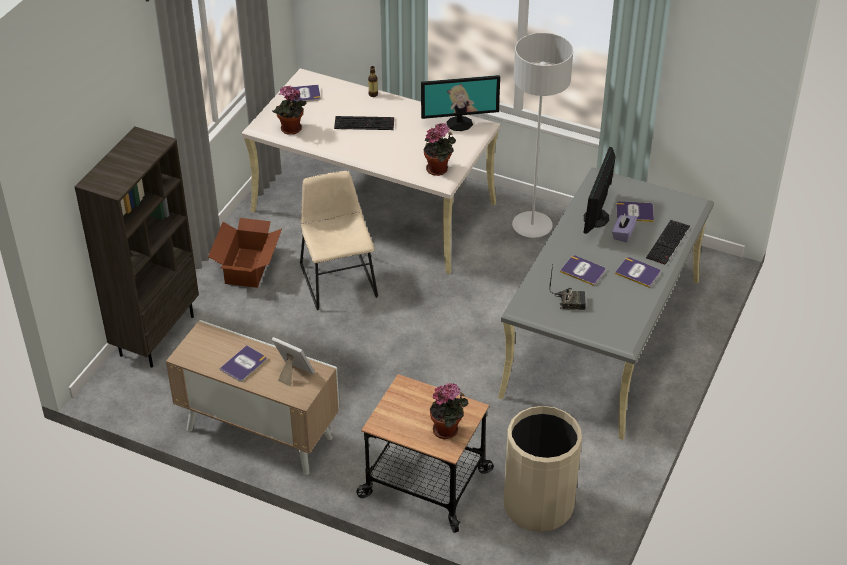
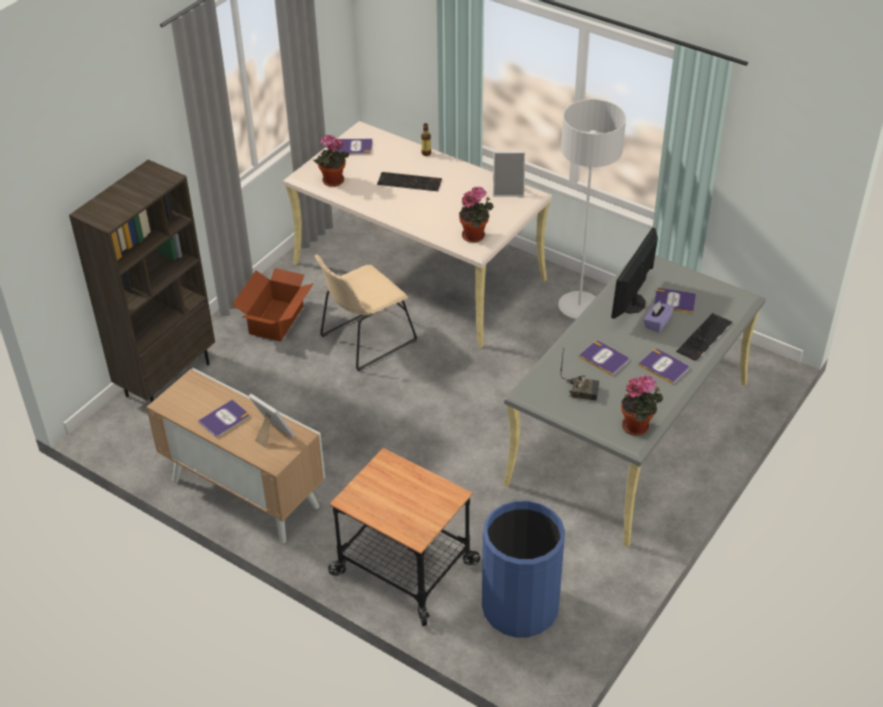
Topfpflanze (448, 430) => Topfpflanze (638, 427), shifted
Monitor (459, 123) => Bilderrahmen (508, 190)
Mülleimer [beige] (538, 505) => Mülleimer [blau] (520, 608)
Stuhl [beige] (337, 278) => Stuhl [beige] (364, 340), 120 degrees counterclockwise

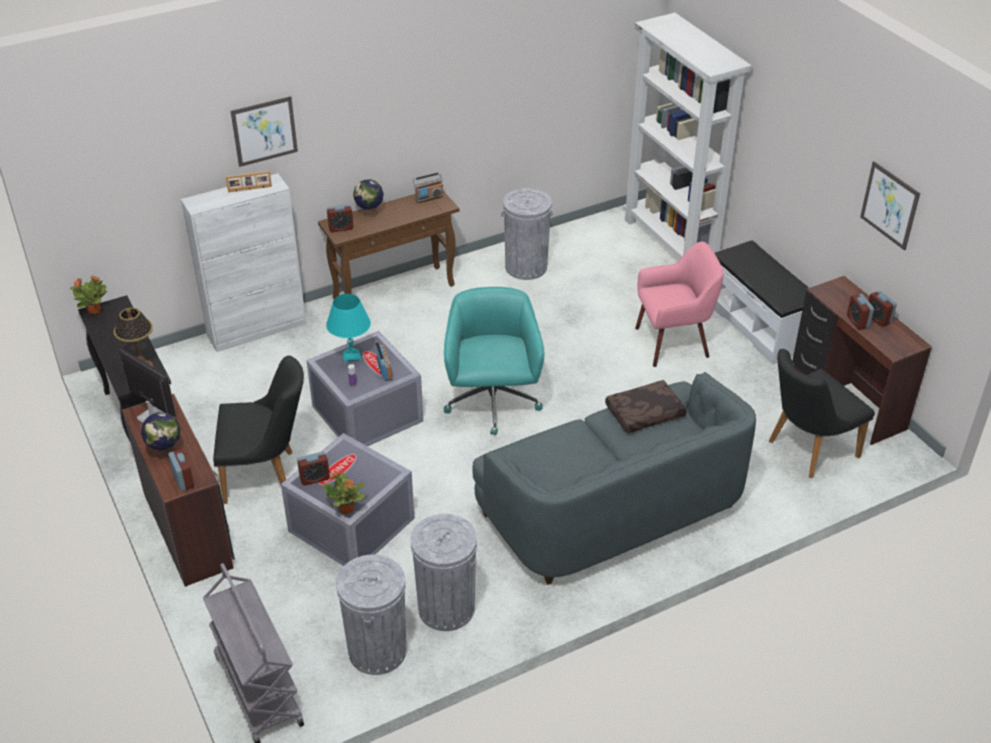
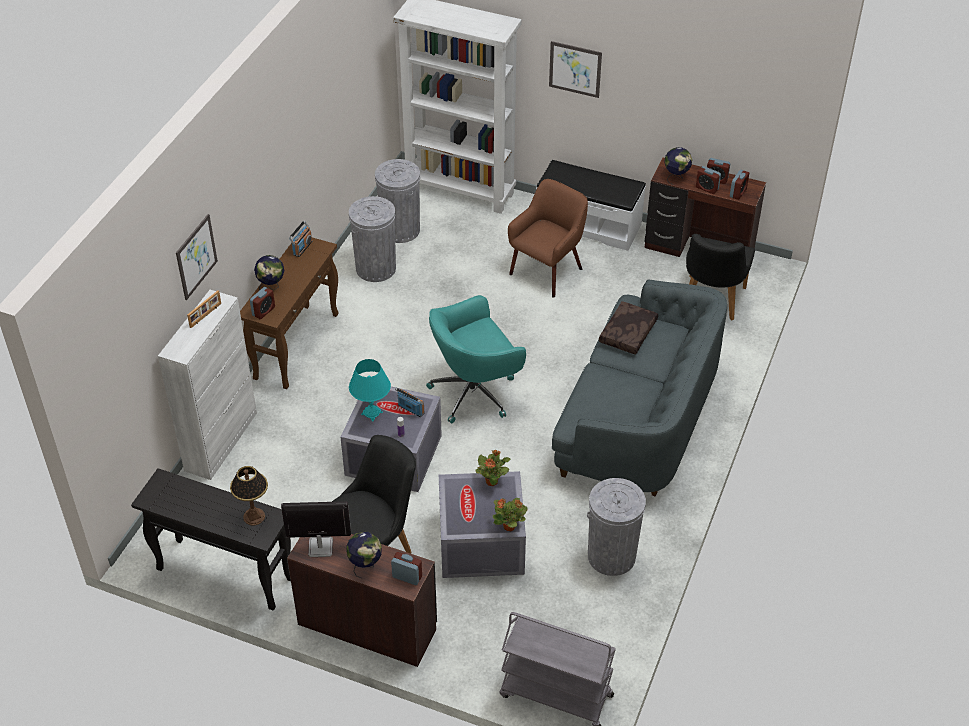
nothing => Globus (676, 177)
Topfpflanze (95, 310) => Topfpflanze (492, 481), shifted
Wecker (314, 478) => Wecker (738, 193), shifted
Mülleimer [grau] (377, 650) => Mülleimer [grau] (400, 230), shifted
Bild (889, 205) => Bild (575, 69), shifted
Sessel [rosa] (673, 343) => Sessel [braun] (547, 271)
Bürostuhl [türkis] (492, 404) => Bürostuhl [türkis] (475, 392), 75 degrees counterclockwise

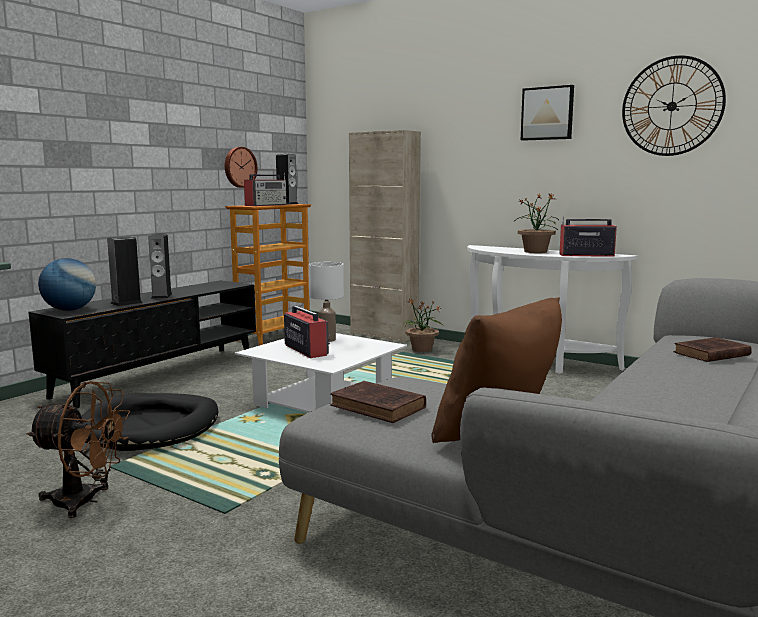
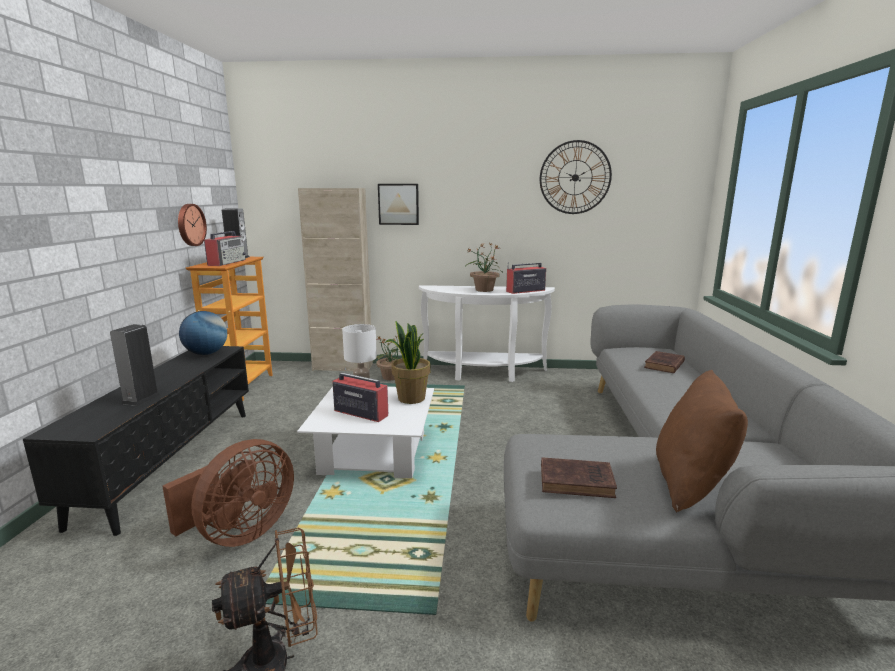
Lautsprecher (162, 296) => nothing
nothing => Topfpflanze (410, 398)
Globus (69, 310) => Globus (206, 353), shifted
Bild (547, 113) => Bild (398, 204), shifted
Hundebett [schwarz] (151, 427) => Ventilator [braun] (240, 533)

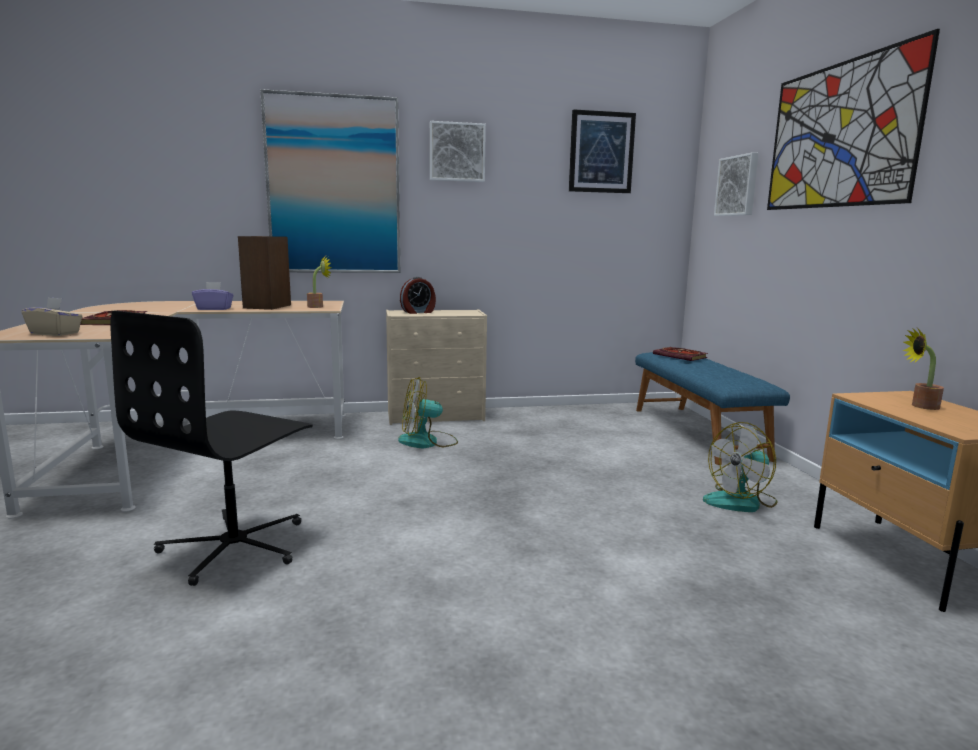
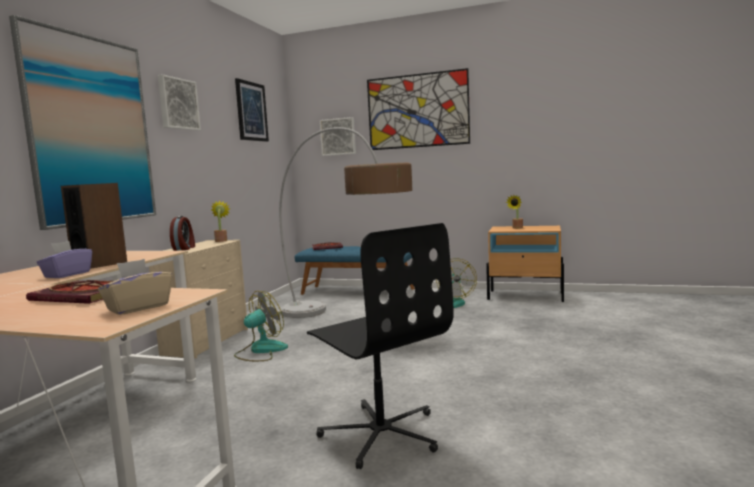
nothing => Stehlampe (349, 320)
Topfpflanze (318, 306) => Topfpflanze (221, 240), shifted
Ventilator (427, 442) => Ventilator (261, 351), 150 degrees counterclockwise

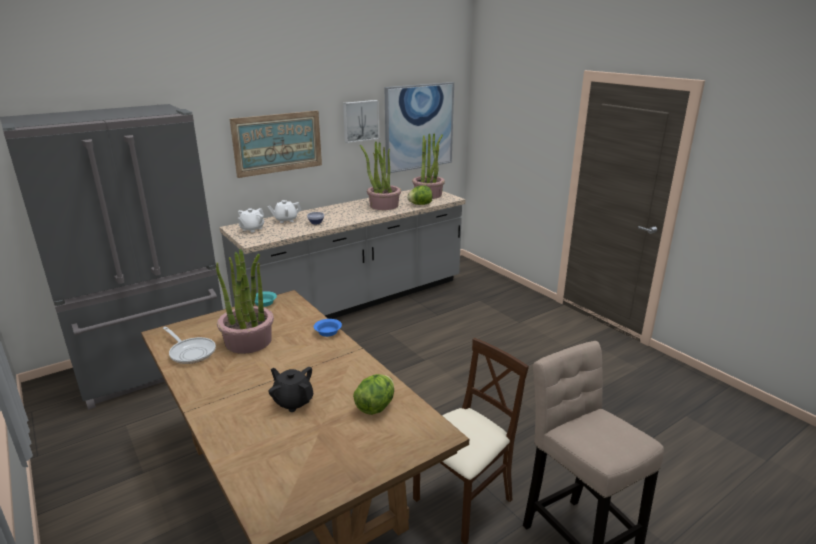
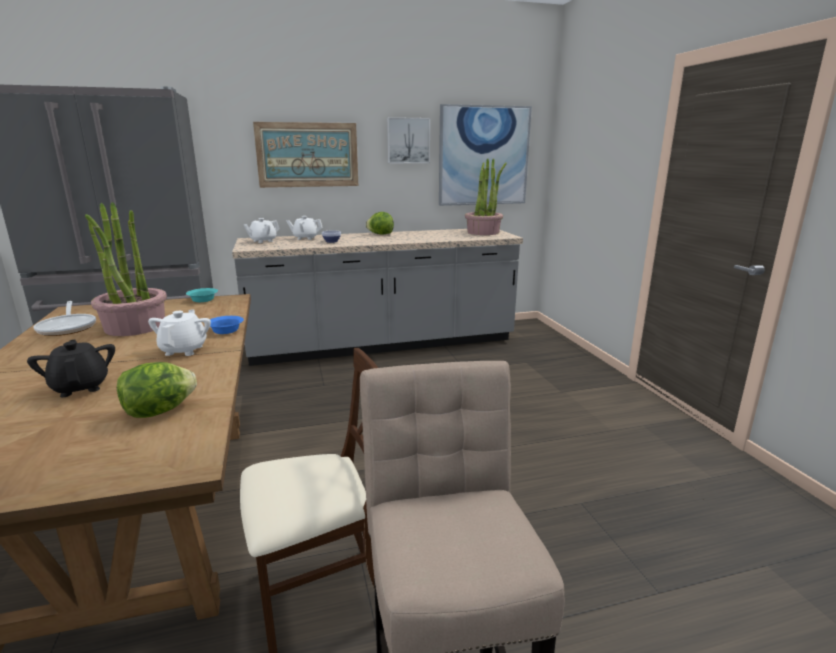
Topfpflanze (383, 205) => nothing
nothing => Teekanne [weiß] (184, 350)
Salatkopf (420, 204) => Salatkopf (380, 234), shifted

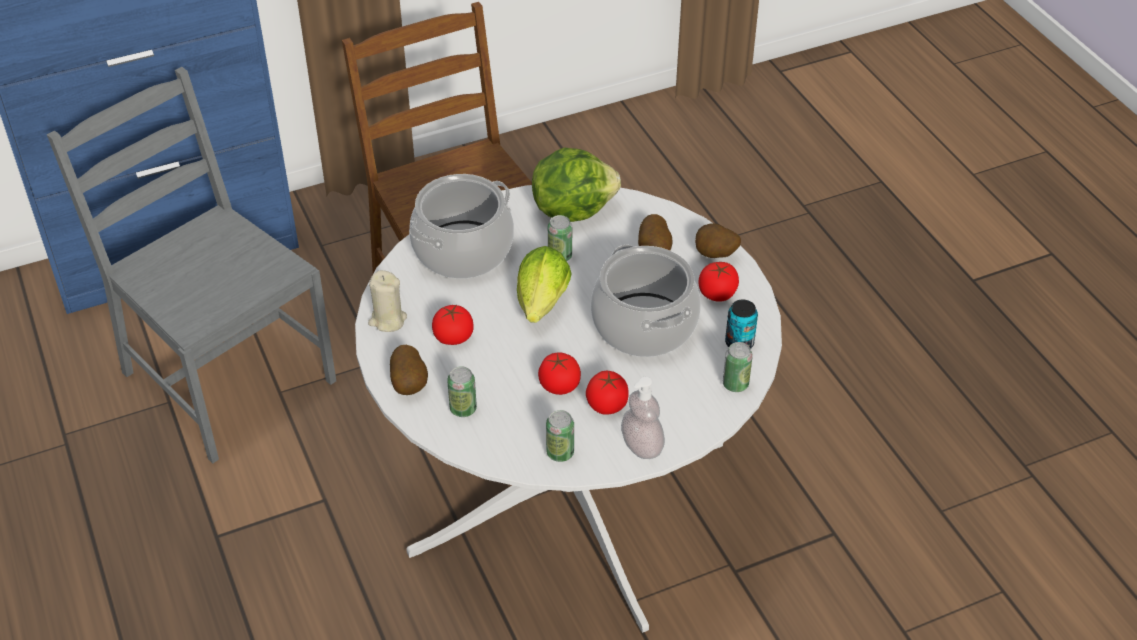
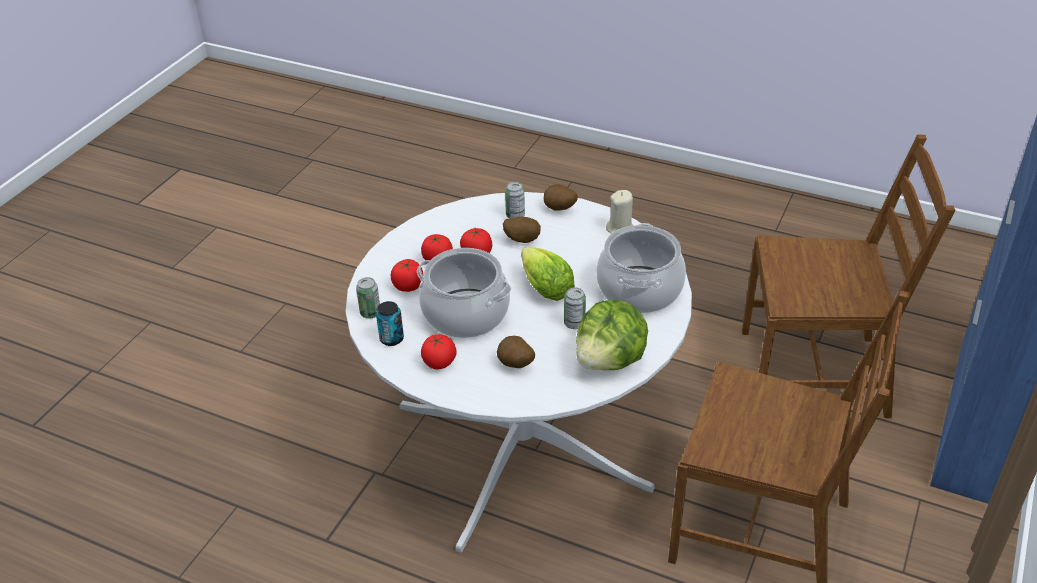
Dose (560, 453) => nothing
Seifenspender (642, 446) => nothing
Tomate (453, 337) => Tomate (408, 286), shifted
Kartoffel (715, 256) => Kartoffel (522, 240), shifted
Stuhl [grau] (225, 377) => Stuhl [braun] (815, 373)

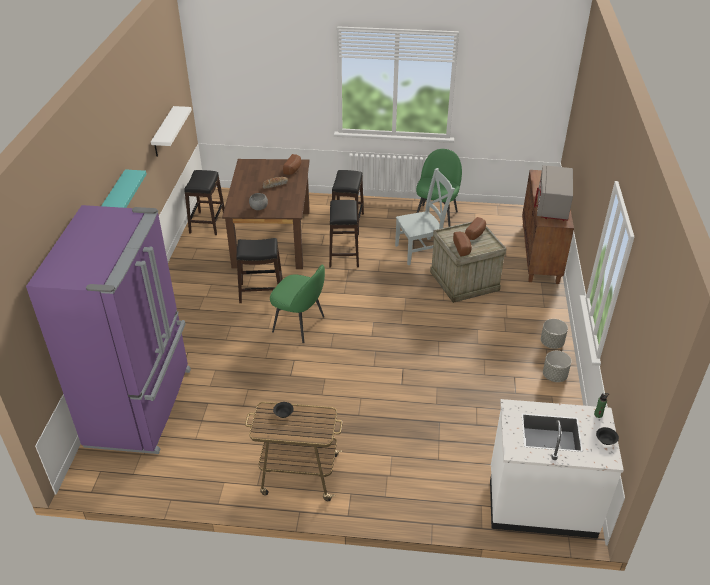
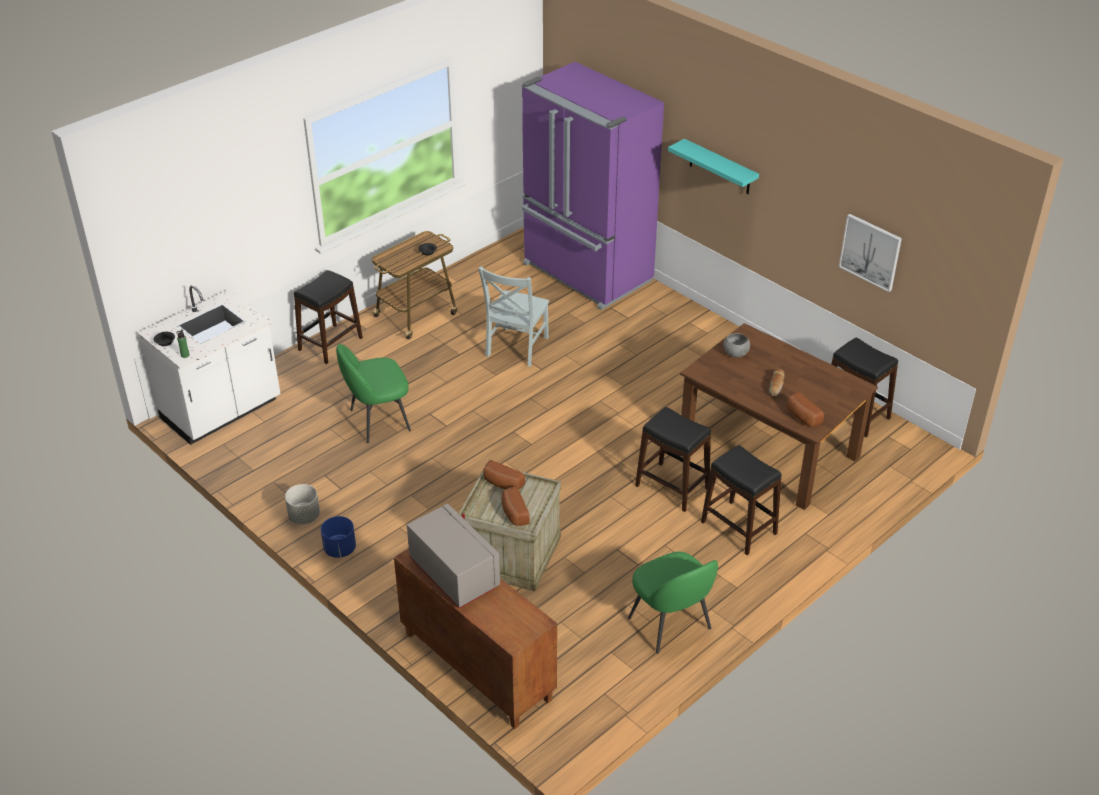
Hocker [schwarz] (261, 292) => Hocker [schwarz] (330, 344), shifted
Stuhl [grün] (300, 324) => Stuhl [grün] (378, 421), shifted
Stuhl [grau] (421, 251) => Stuhl [grau] (516, 348), shifted
Wandregal [weiß] (163, 132) => Bild (870, 252)
Pflanzkübel [grau] (552, 343) => Pflanzkübel [blau] (339, 549)

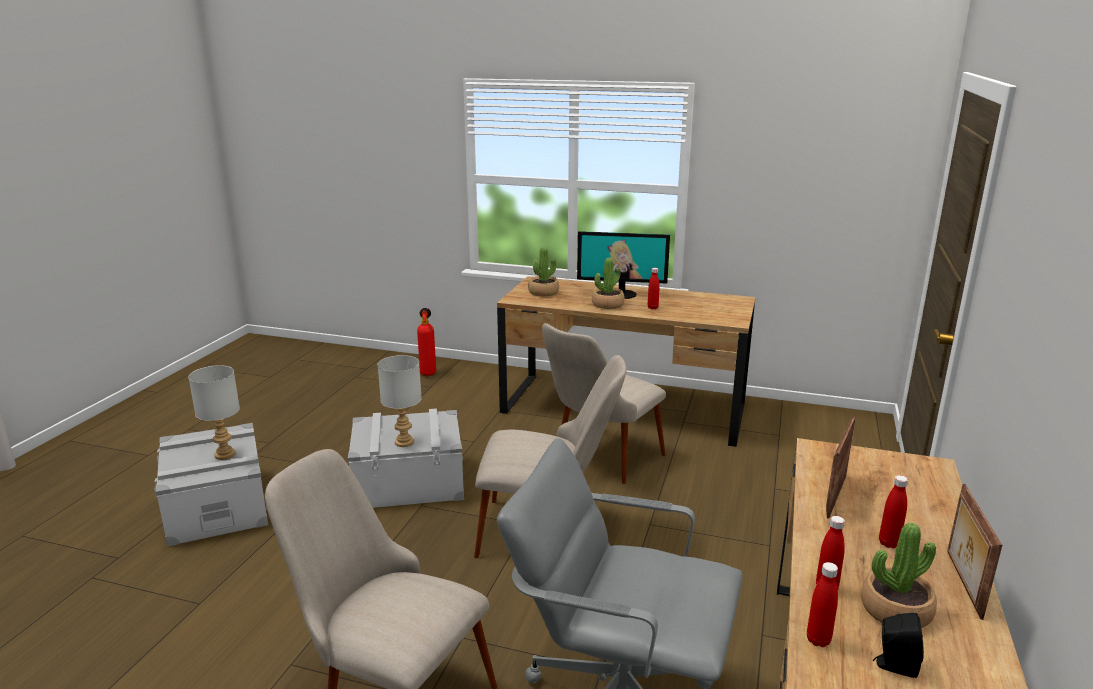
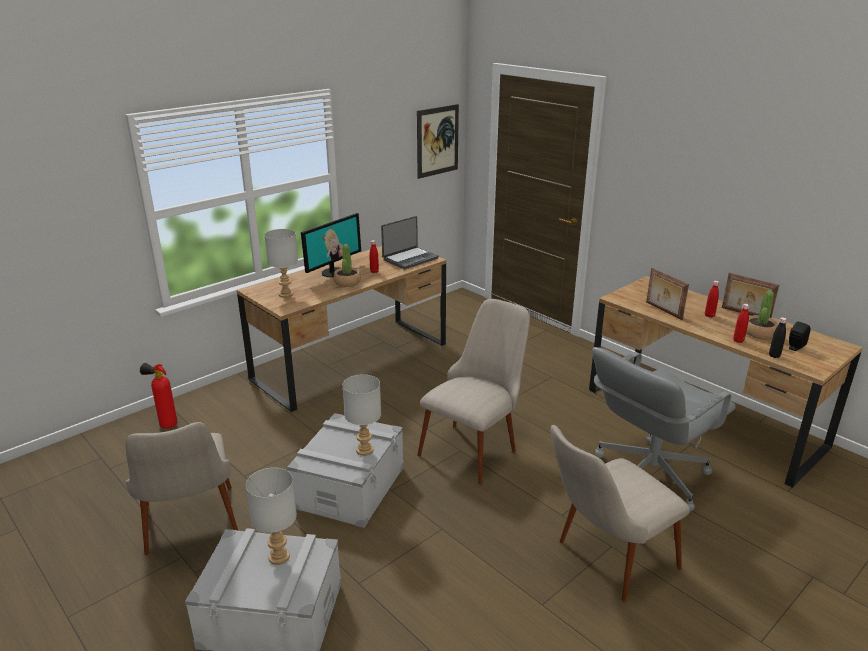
nothing => Laptop (410, 259)
nothing => Bild (437, 141)
Stuhl [beige] (599, 462) => Stuhl [beige] (191, 532), shifted
Topfpflanze (543, 292) => Tischlampe [grau] (286, 294)
Flasche [rot] (818, 640) => Flasche [schwarz] (774, 356)

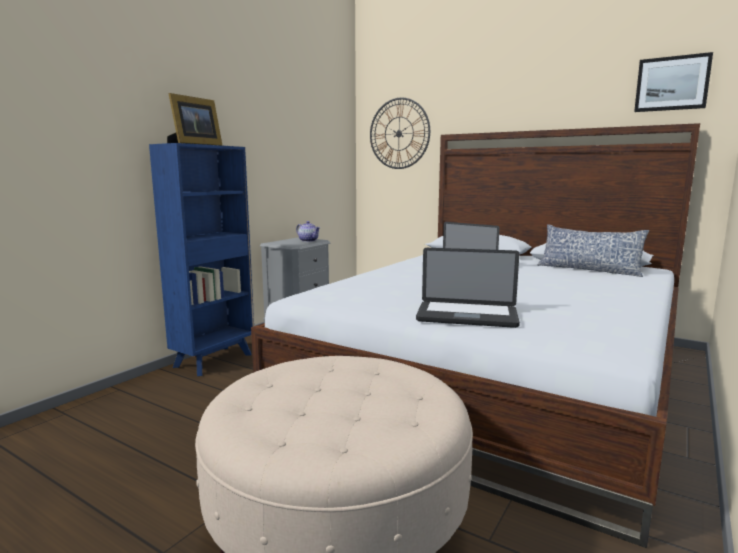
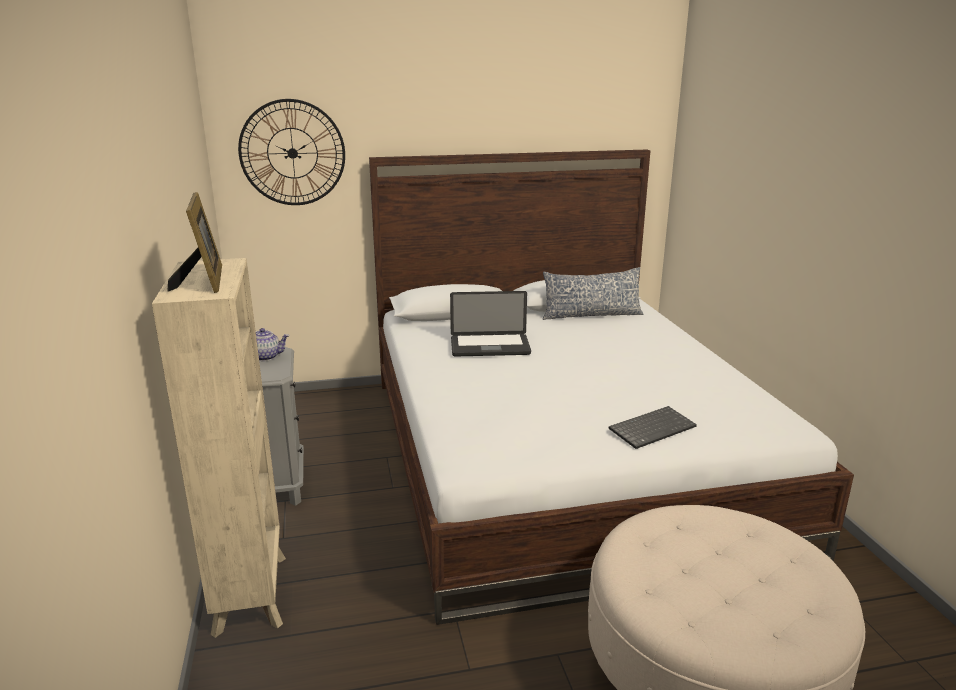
Bild (672, 83) => nothing
Laptop (467, 316) => Tastatur (652, 428)
Bücherregal [blau] (215, 360) => Bücherregal [beige] (251, 592)

